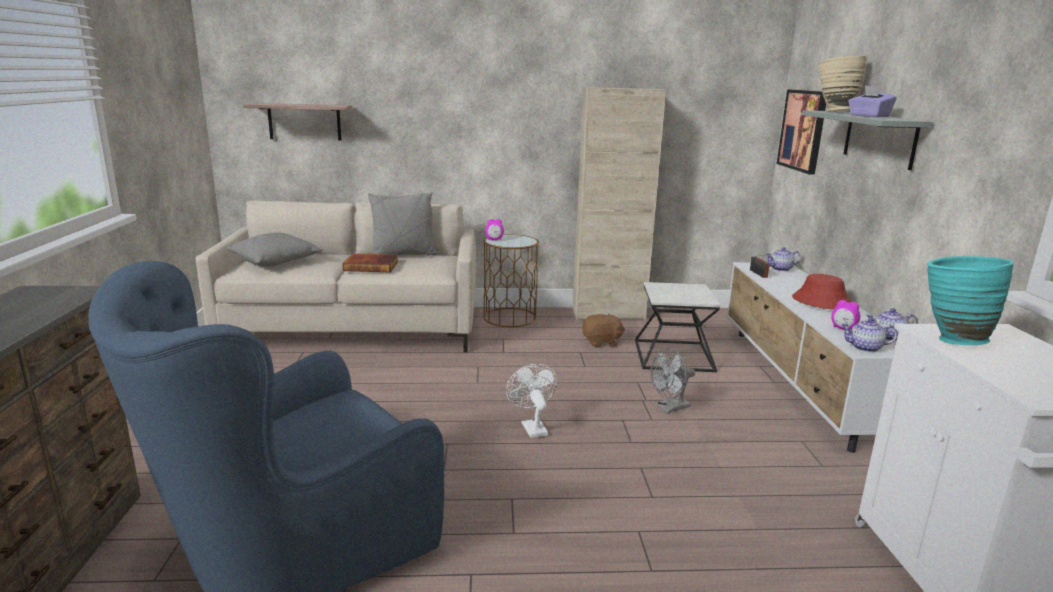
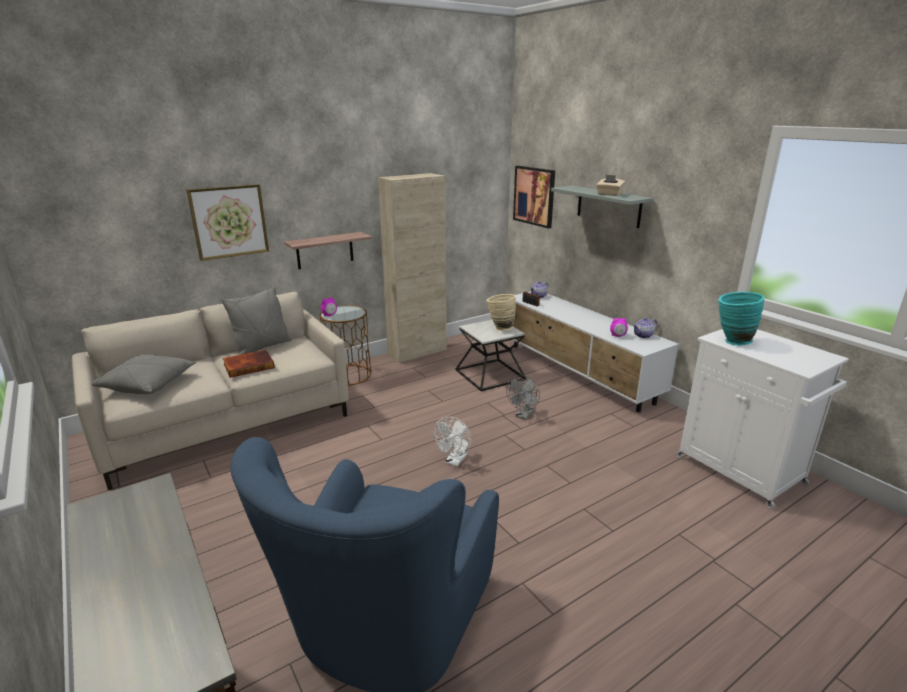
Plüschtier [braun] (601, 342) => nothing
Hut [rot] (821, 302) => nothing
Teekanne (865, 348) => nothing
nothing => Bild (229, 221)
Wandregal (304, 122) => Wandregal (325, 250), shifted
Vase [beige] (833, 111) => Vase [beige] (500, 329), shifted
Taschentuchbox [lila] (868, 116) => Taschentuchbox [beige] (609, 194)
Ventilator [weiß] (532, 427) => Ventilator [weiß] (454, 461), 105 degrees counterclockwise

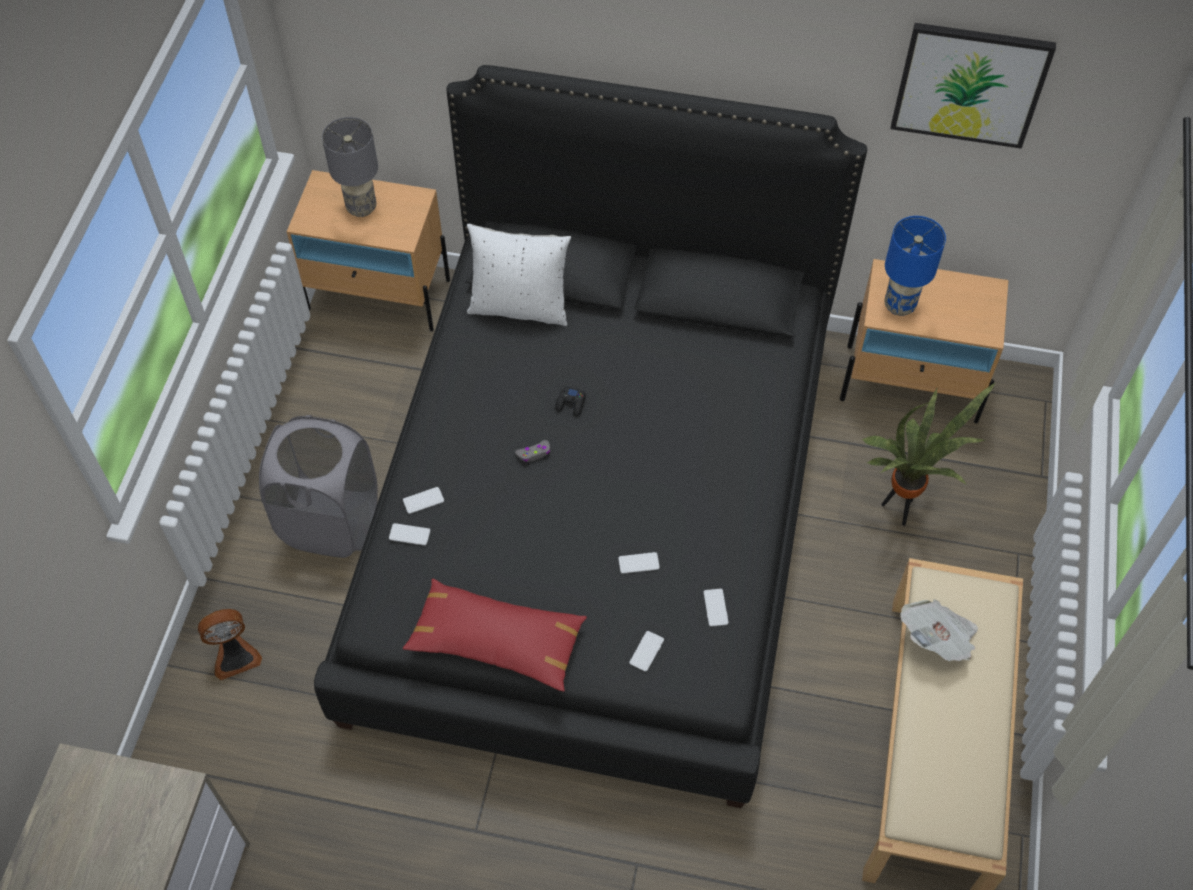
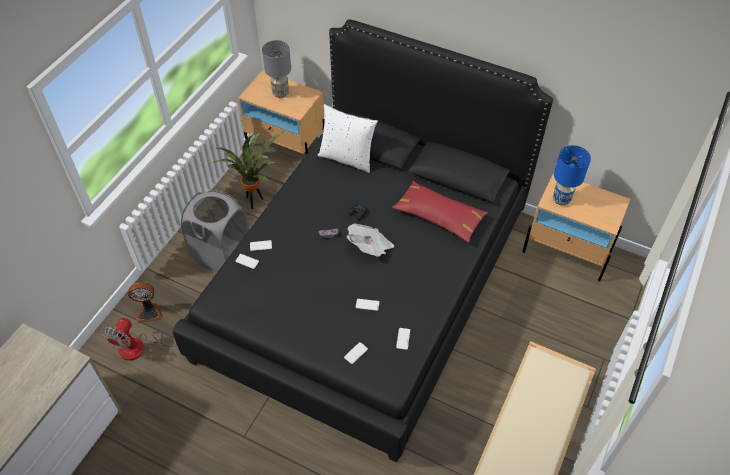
Bild (970, 84) => nothing
nothing => Ventilator (141, 347)
Kissen [rot] (496, 641) => Kissen [rot] (439, 216), shifted
Topfpflanze (901, 509) => Topfpflanze (255, 201), shifted
Zeitung (937, 639) => Zeitung (370, 247), shifted

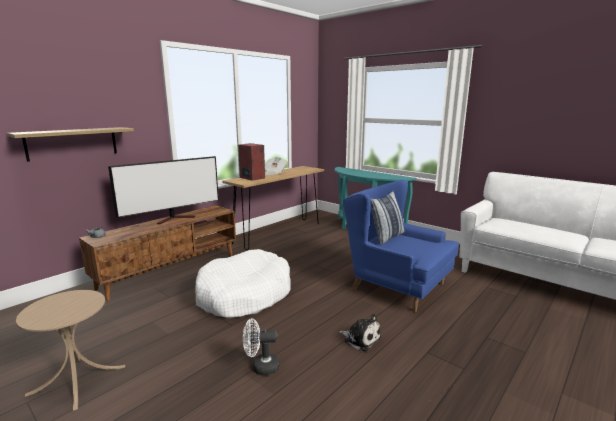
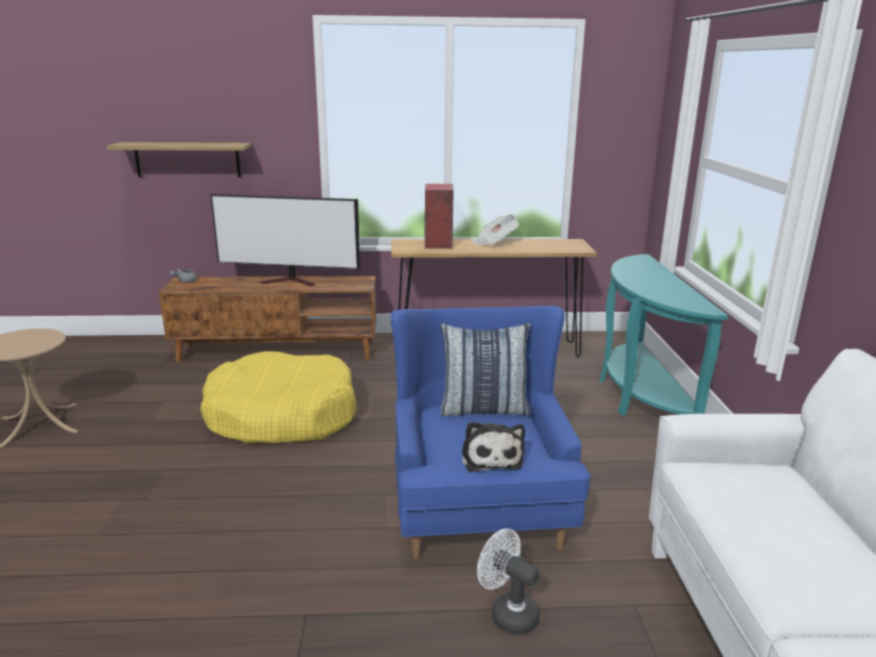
Ventilator [weiß] (261, 367) => Ventilator [weiß] (507, 613), shifted
Plüschtier (360, 339) => Plüschtier (491, 457), shifted
Hundebett [weiß] (244, 295) => Hundebett [gelb] (282, 415)

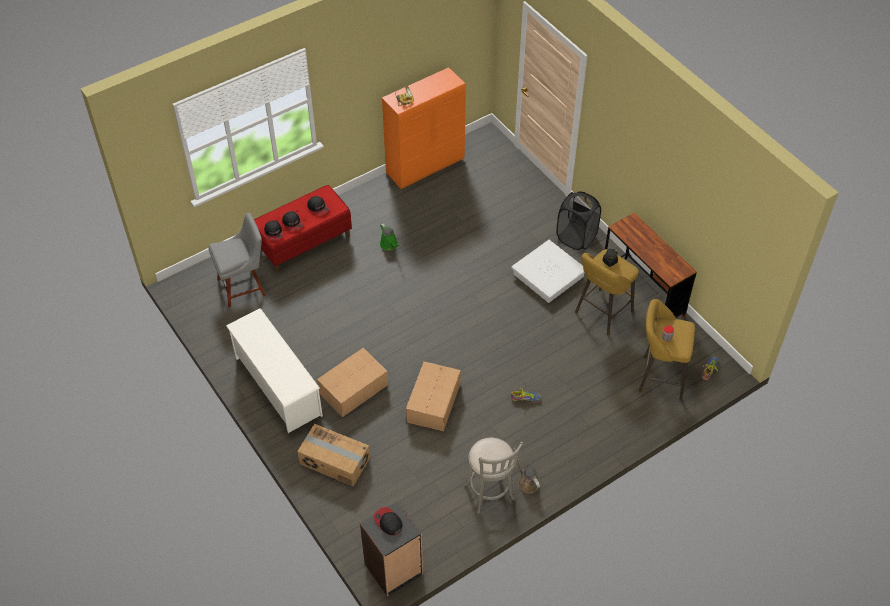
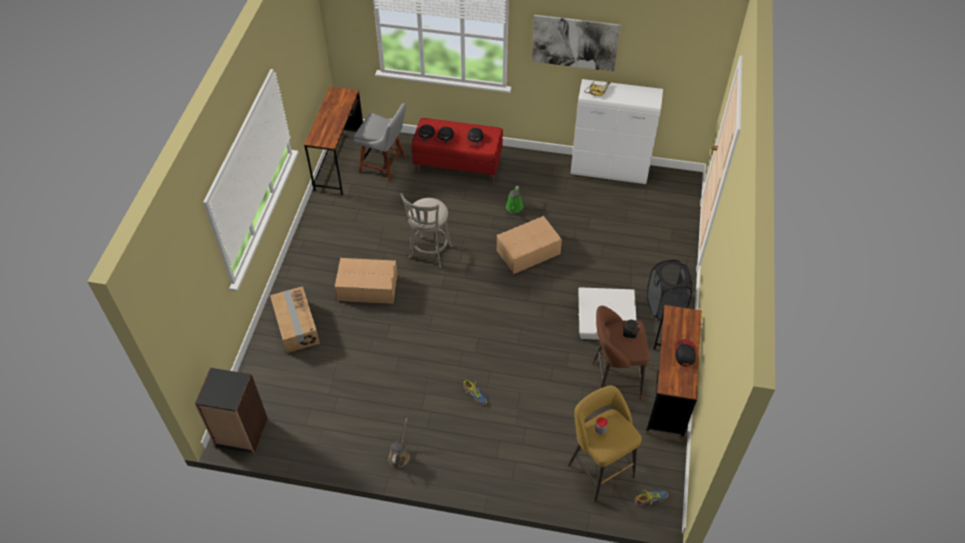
Schuhregal [weiß] (277, 386) => nothing
nothing => Schreibtisch [braun] (340, 163)
nothing => Bild (575, 42)
Kappe (388, 522) => Kappe (684, 353), shifted
Karton (434, 402) => Karton (529, 252), shifted
Hocker [grau] (490, 494) => Hocker [grau] (429, 253), shifted
Schrank [orange] (426, 166) => Schrank [weiß] (610, 170)
Hocker [gelb] (601, 314) => Hocker [braun] (613, 380)

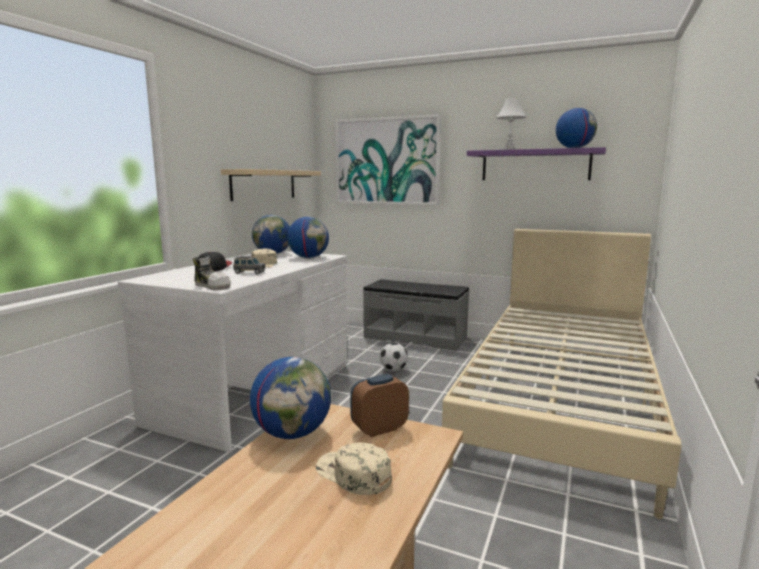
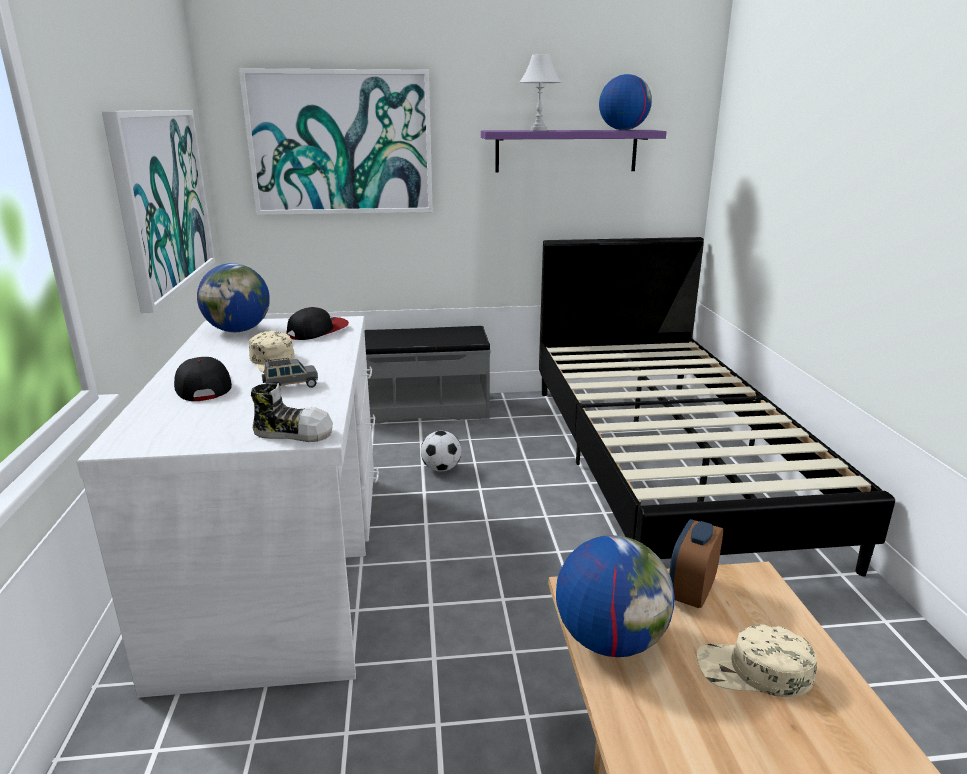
Wandregal [beige] (264, 184) => Bild (163, 201)
Globus (308, 257) => Kappe (317, 331)
Bett [beige] (560, 401) => Bett [schwarz] (665, 461)

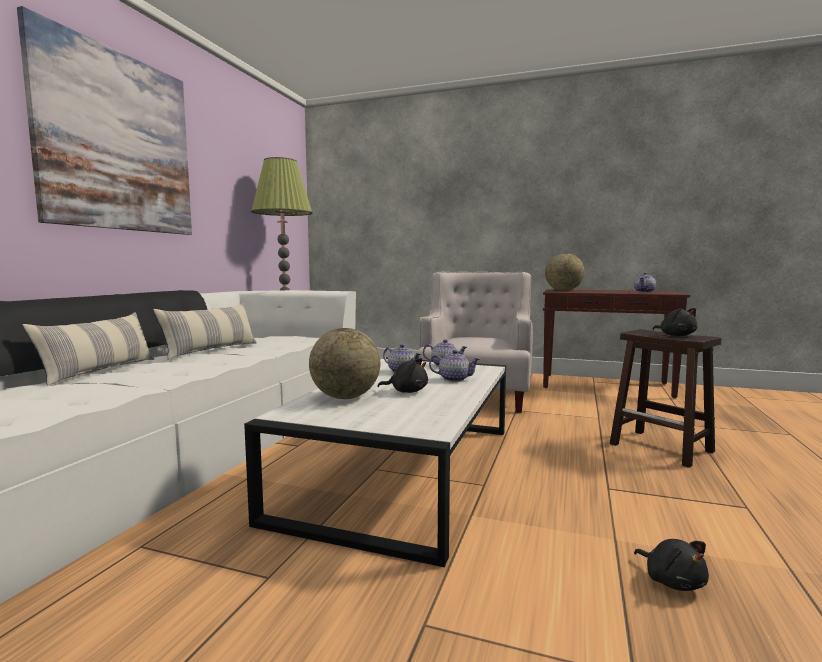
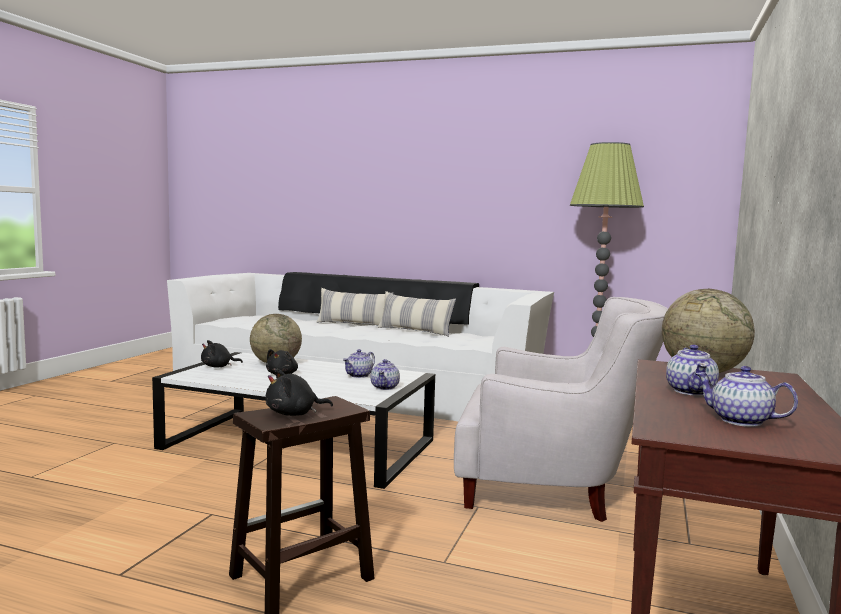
Bild (118, 142) => nothing
Teekanne (454, 379) => Teekanne (691, 391), shifted
Plüschtier [schwarz] (672, 581) => Plüschtier [schwarz] (218, 367), shifted

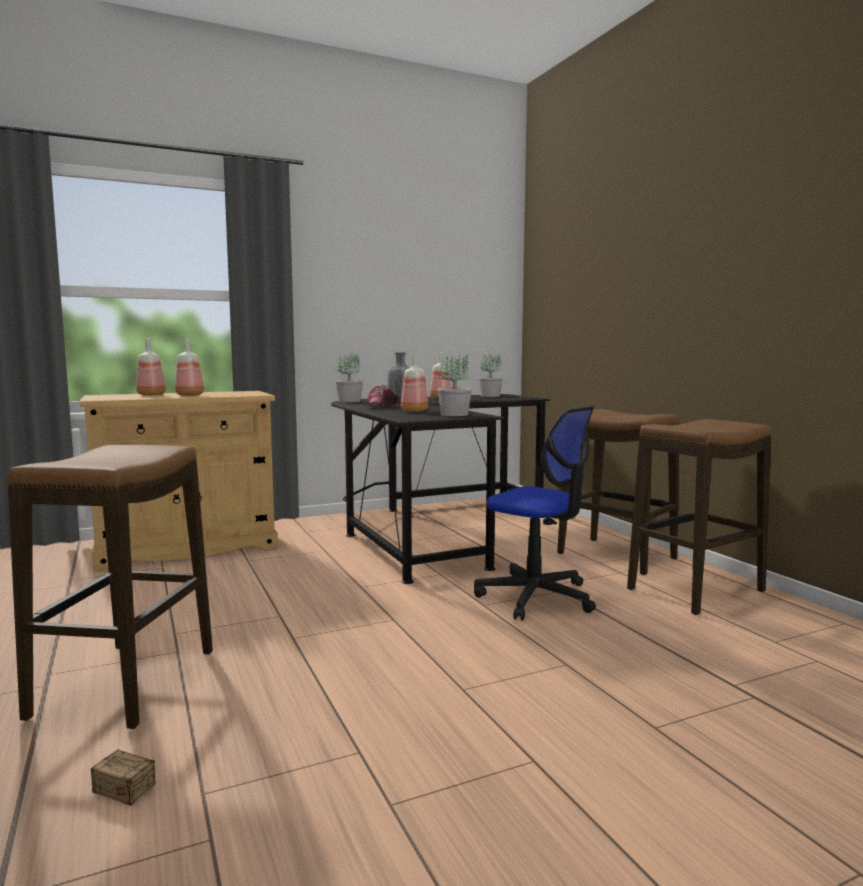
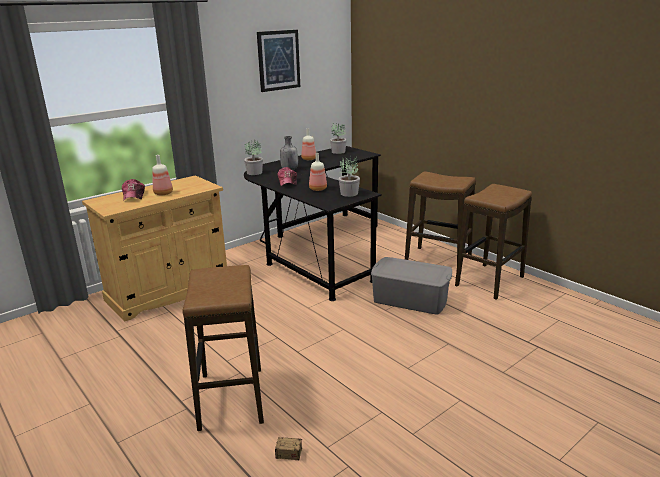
nothing => Bild (278, 60)
Flasche (152, 395) => Kappe (134, 195)
Bürostuhl (536, 597) => Aufbewahrungsbox [grau] (410, 300)

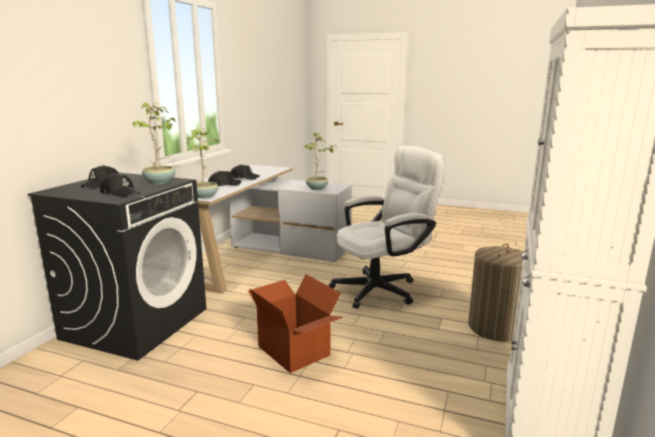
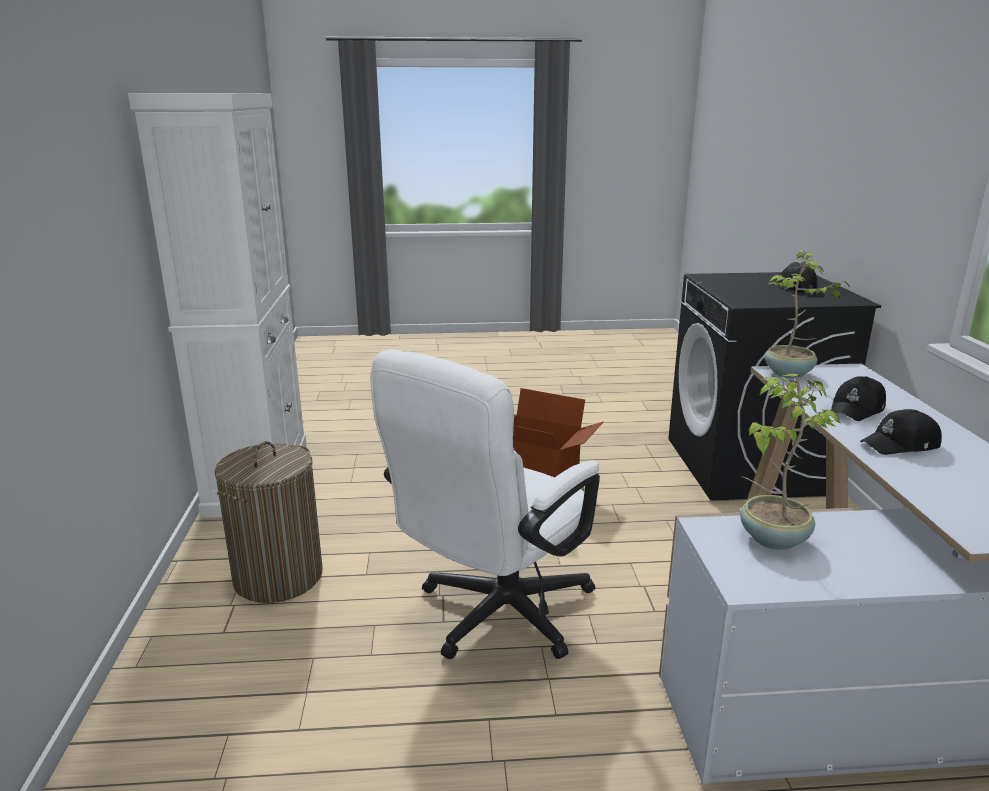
Kappe [schwarz] (120, 193) => nothing
Topfpflanze (160, 182) => nothing

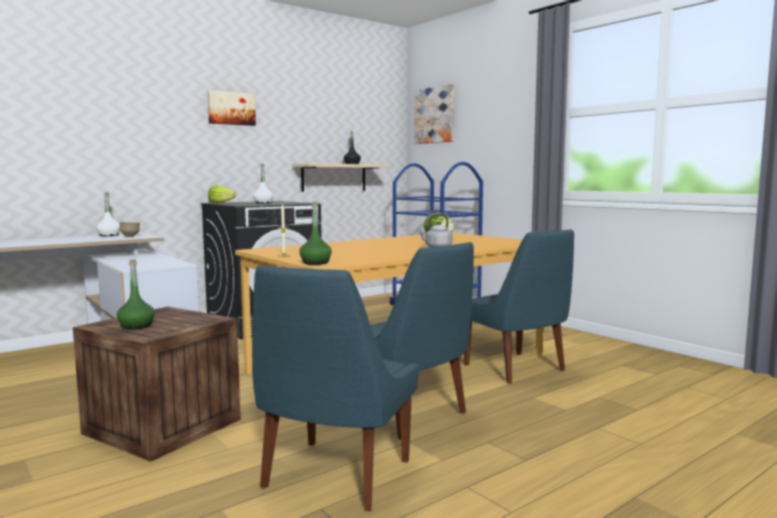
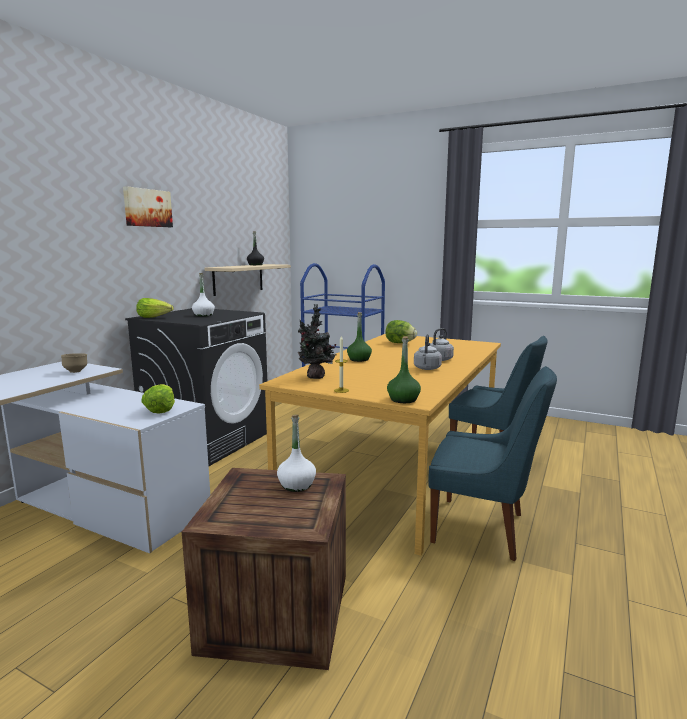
Stuhl [blau] (334, 477) => nothing
Bild (435, 115) => nothing
nothing => Salatkopf (160, 409)
nothing => Topfpflanze (315, 377)
nothing => Wasserkessel [grau] (427, 369)
Flasche [weiß] (109, 235) => Flasche [weiß] (296, 485), shifted
Flasche [grün] (136, 326) => Flasche [grün] (359, 359), shifted

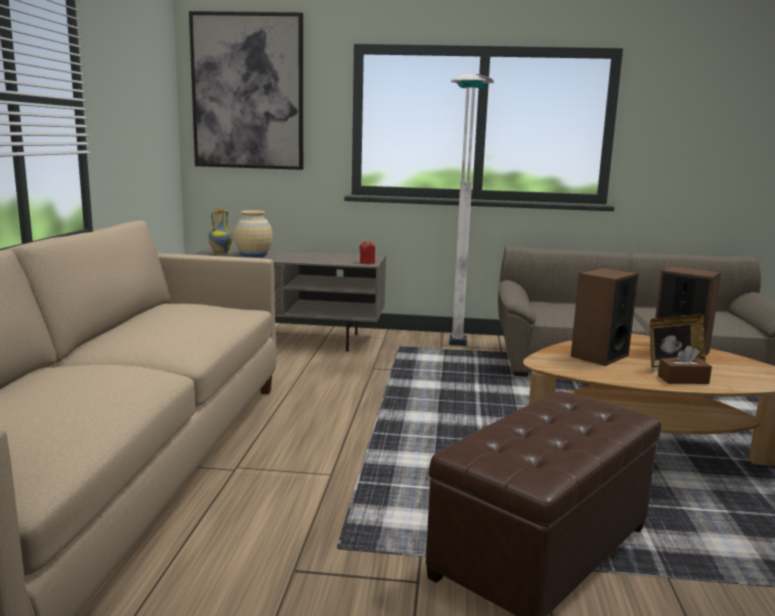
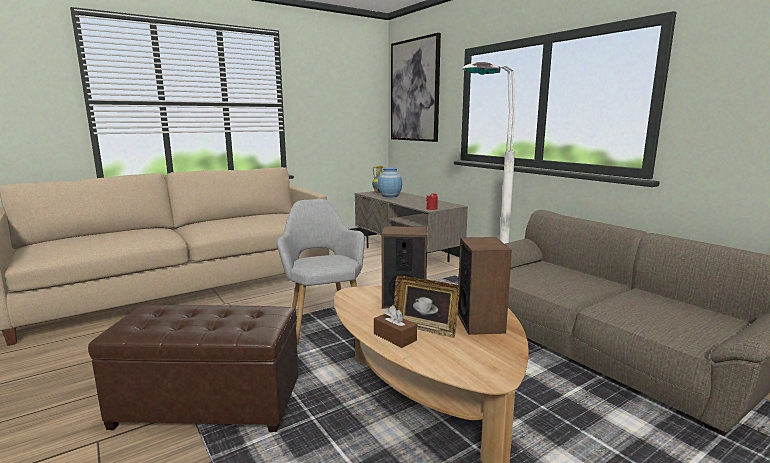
nothing => Sessel [grau] (323, 323)
Vase [beige] (254, 255) => Vase [blau] (390, 196)

